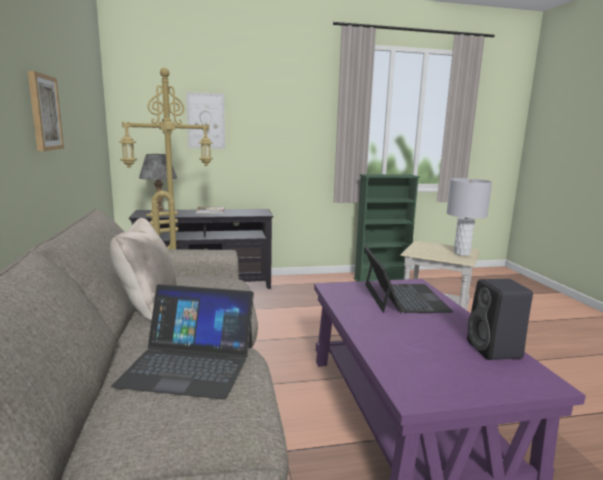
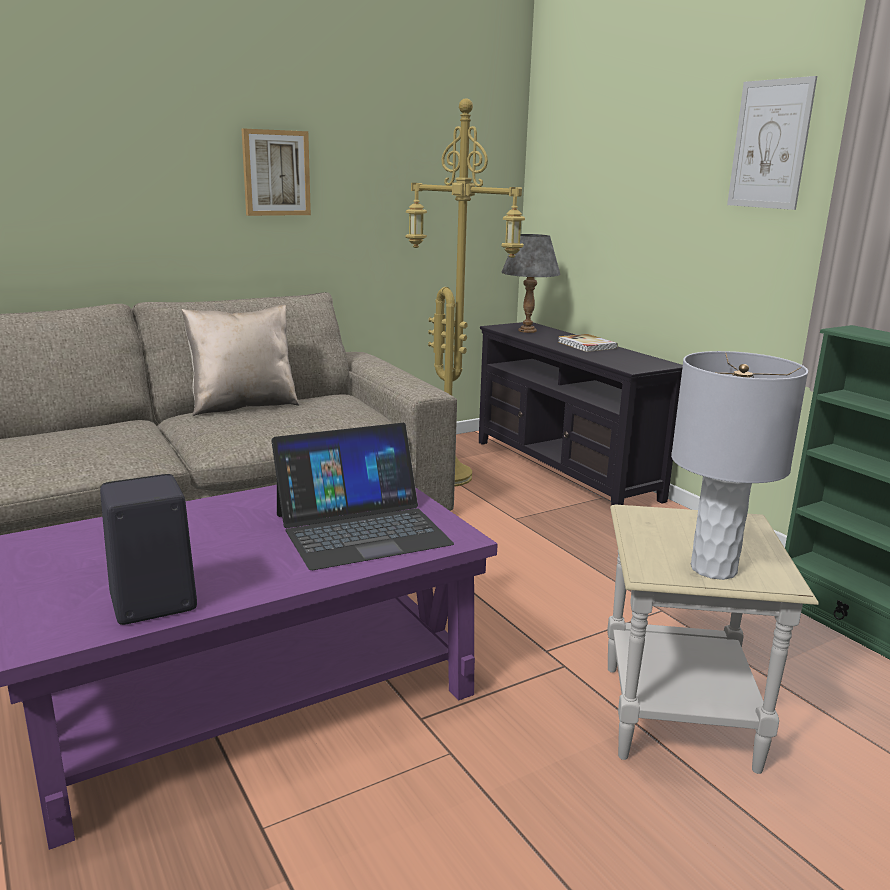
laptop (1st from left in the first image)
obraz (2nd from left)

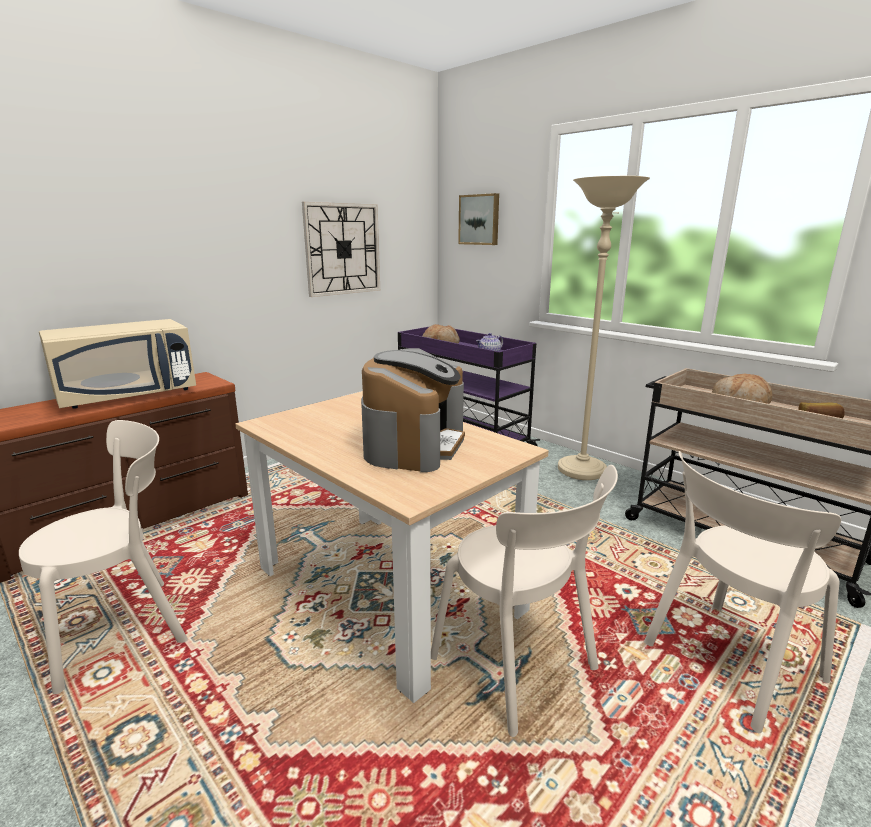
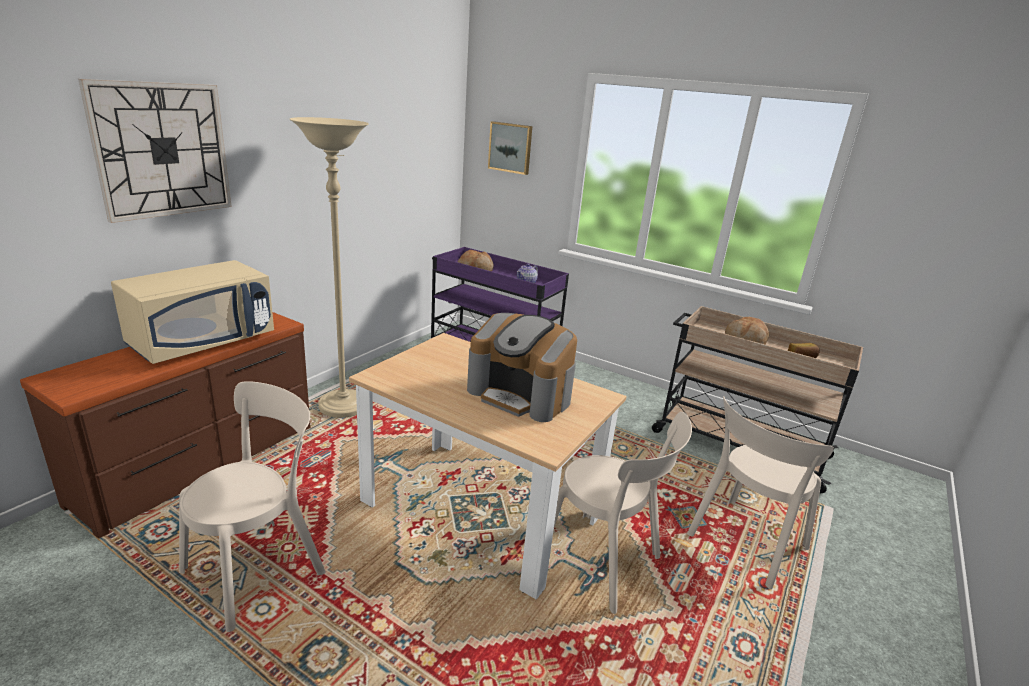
zegar ścienny
lampa stojąca (beżowy)
ekspres do kawy

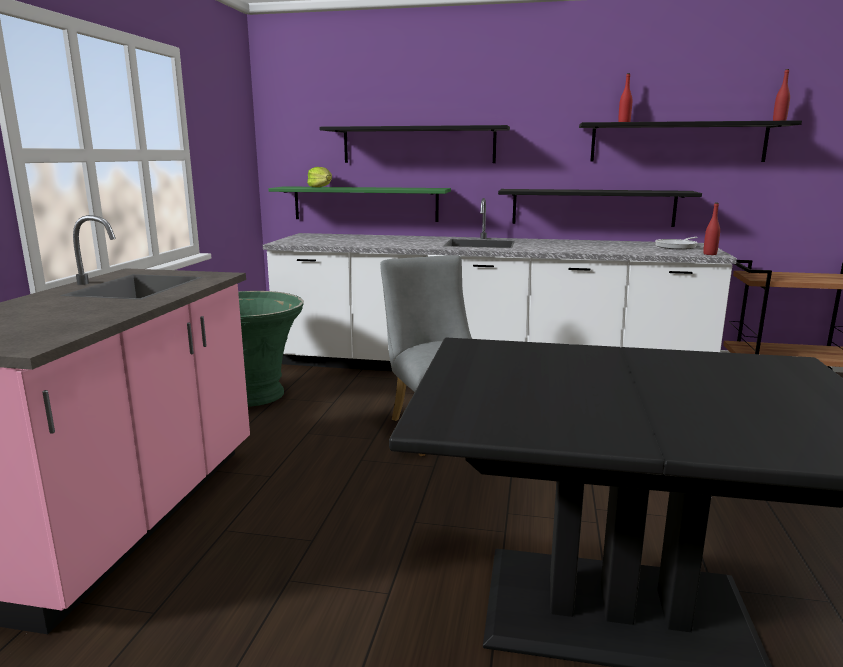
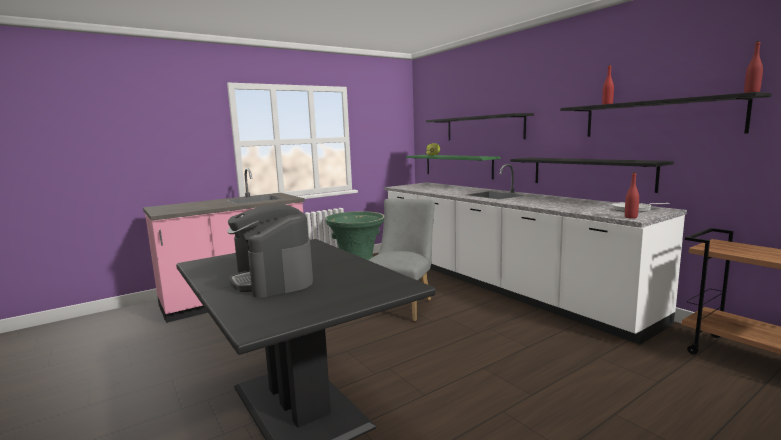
ekspres do kawy

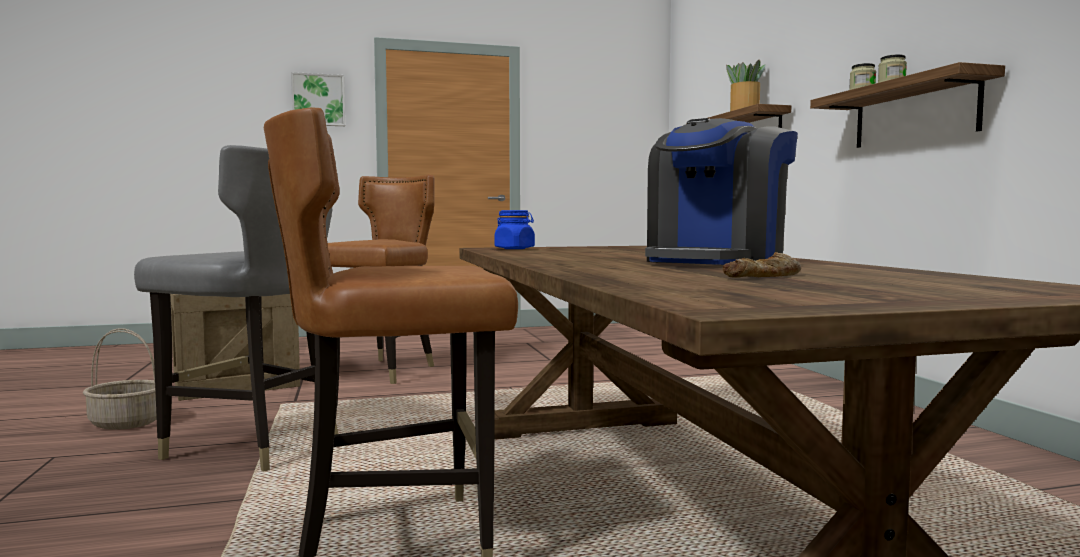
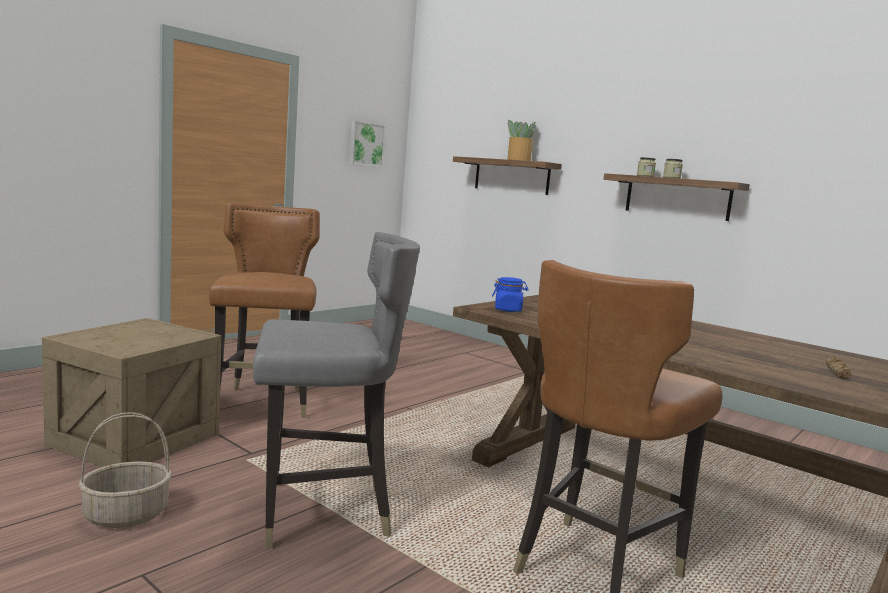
ekspres do kawy
obraz

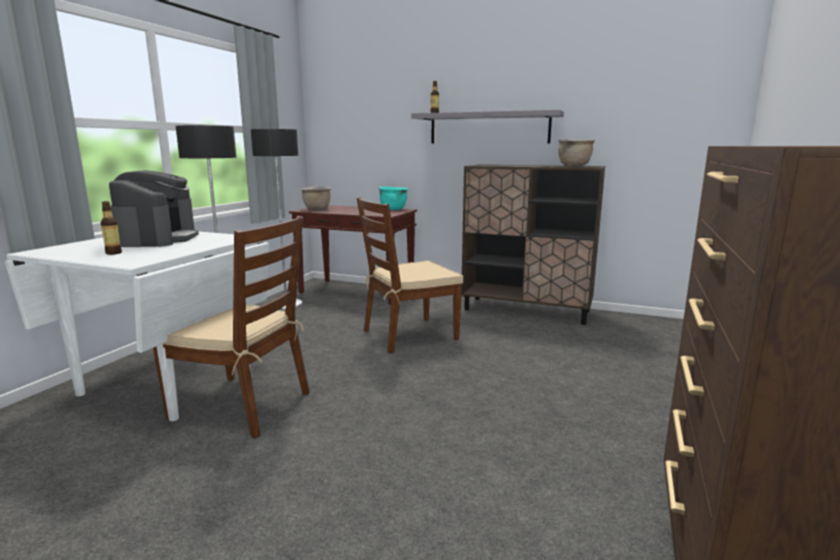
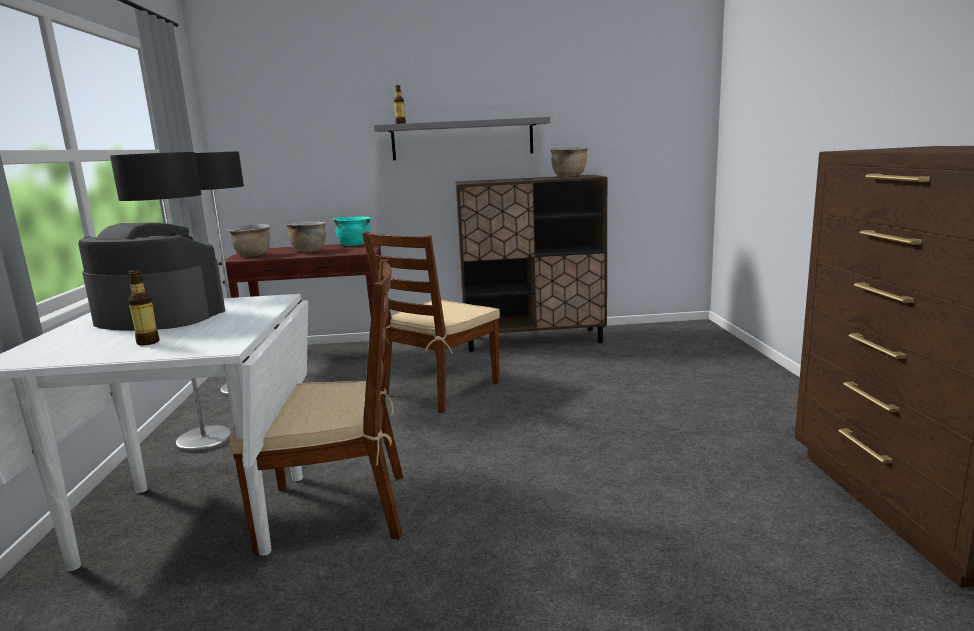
garnek (brązowy) (2nd from left)
ekspres do kawy

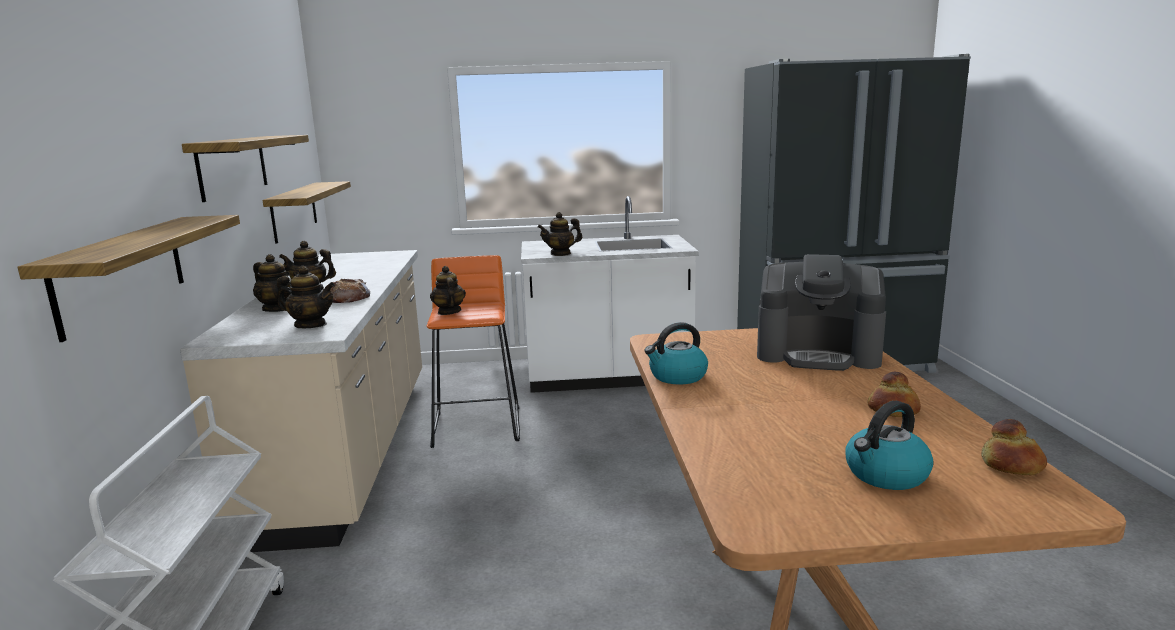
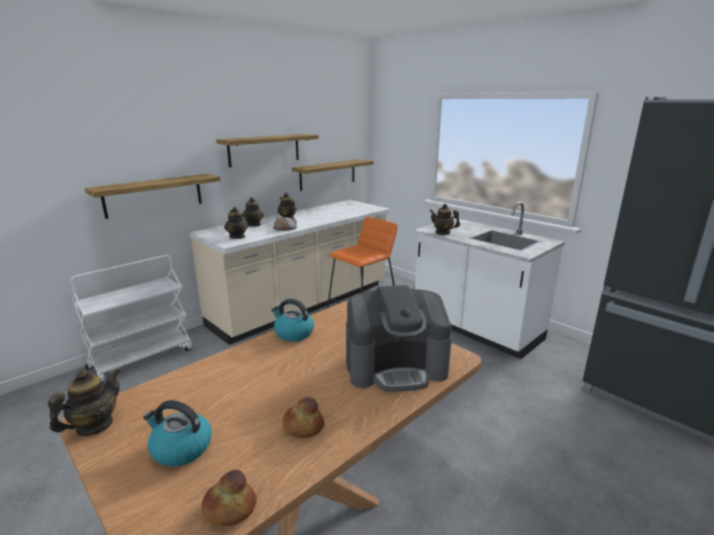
imbryk (1st from left)
ekspres do kawy

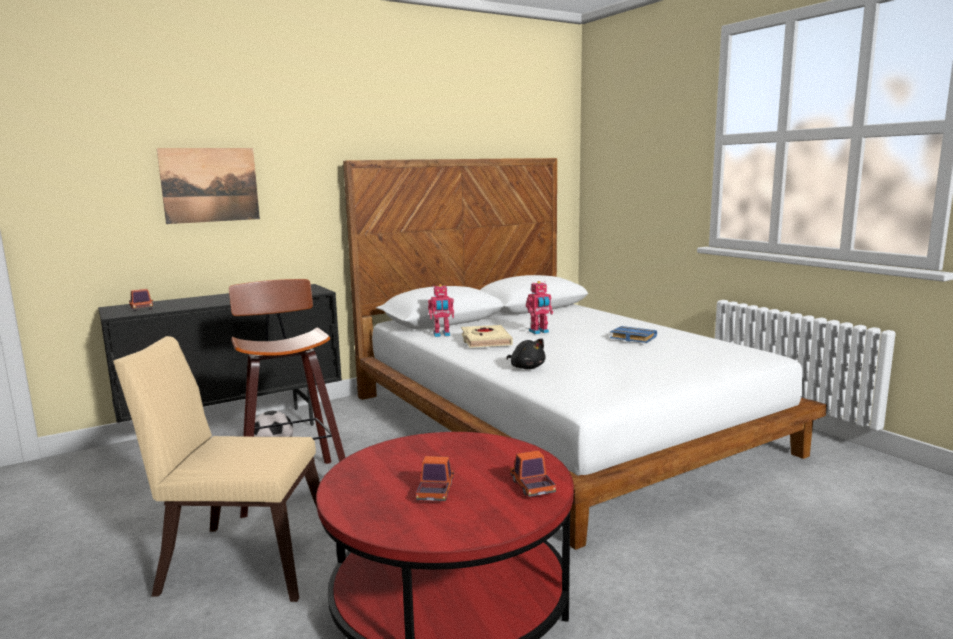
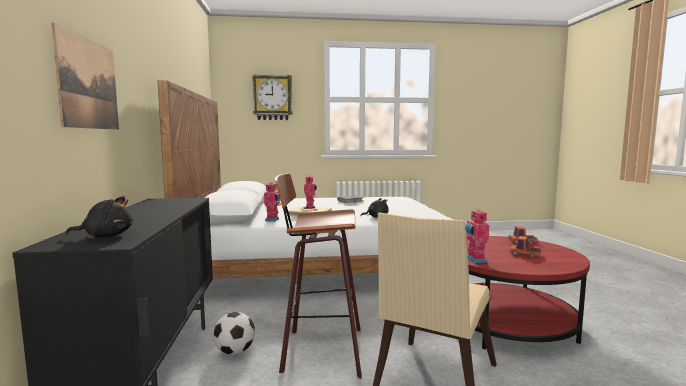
zegar ścienny
robot zabawkowy (3rd from left)
pluszak (czarny) (1st from left)

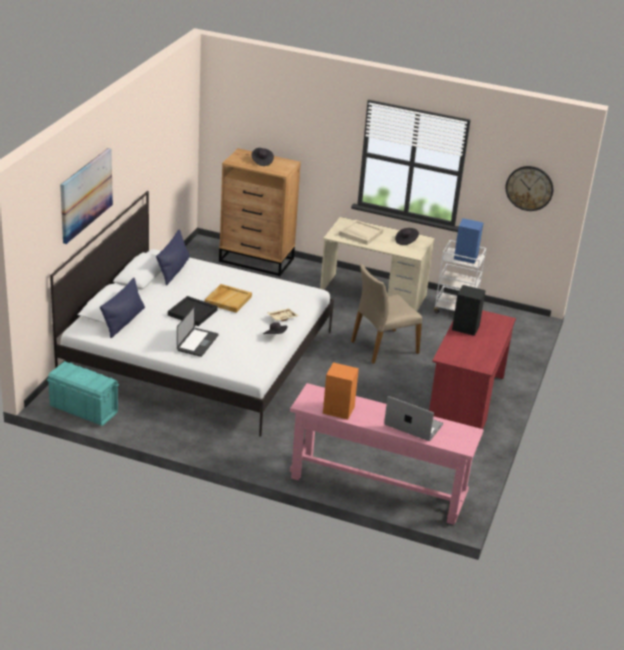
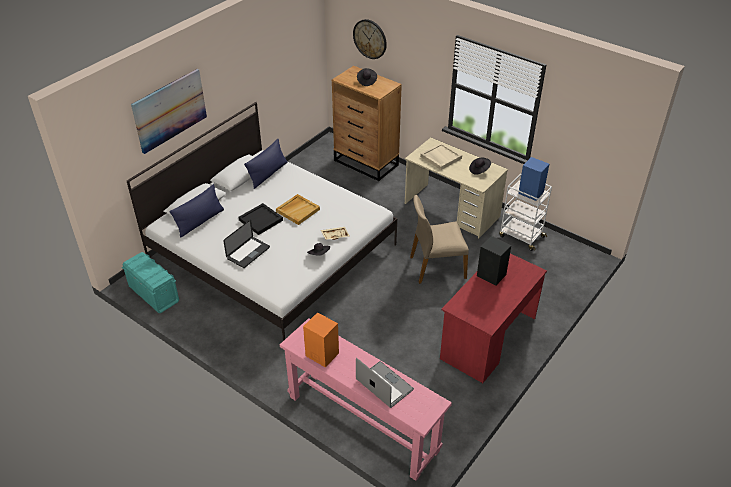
zegar ścienny

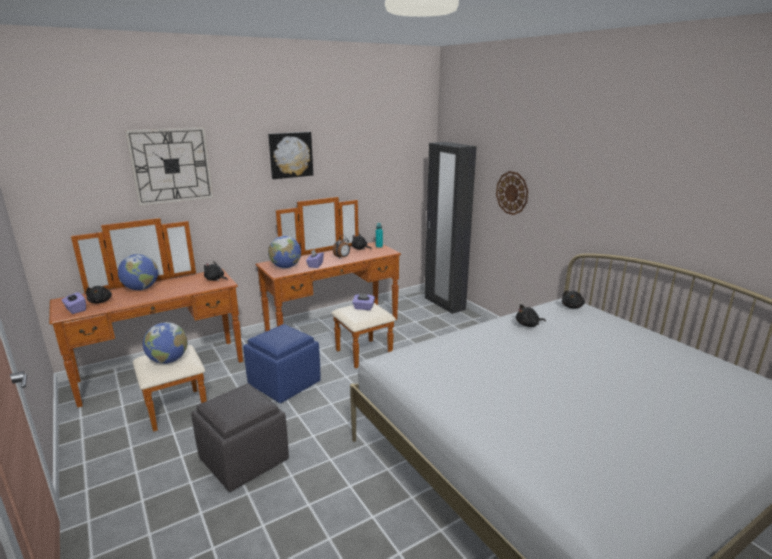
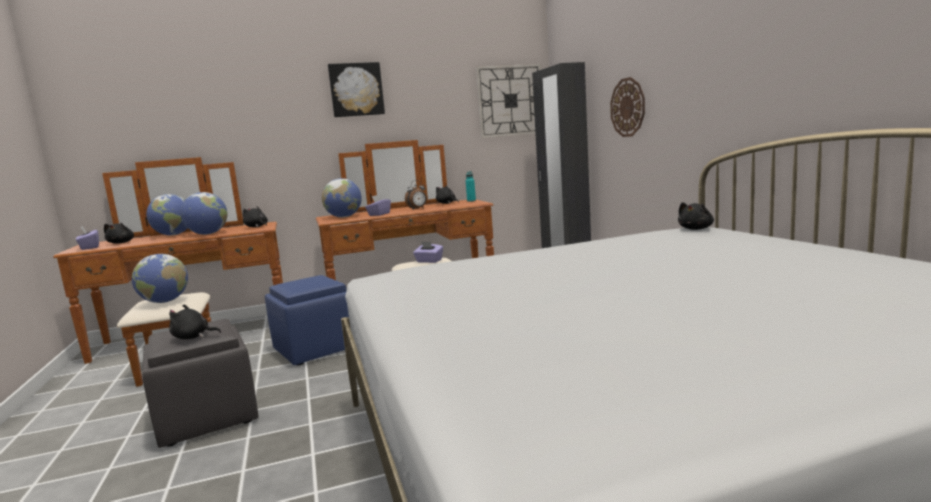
globus (3rd from left)
zegar ścienny (1st from left)
pluszak (czarny) (2nd from left)

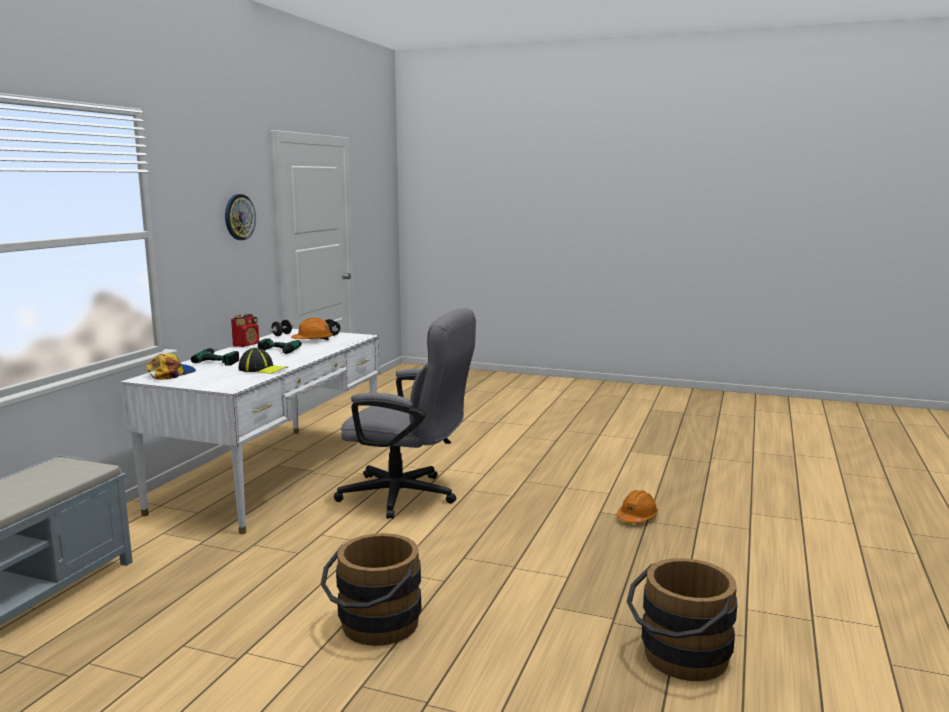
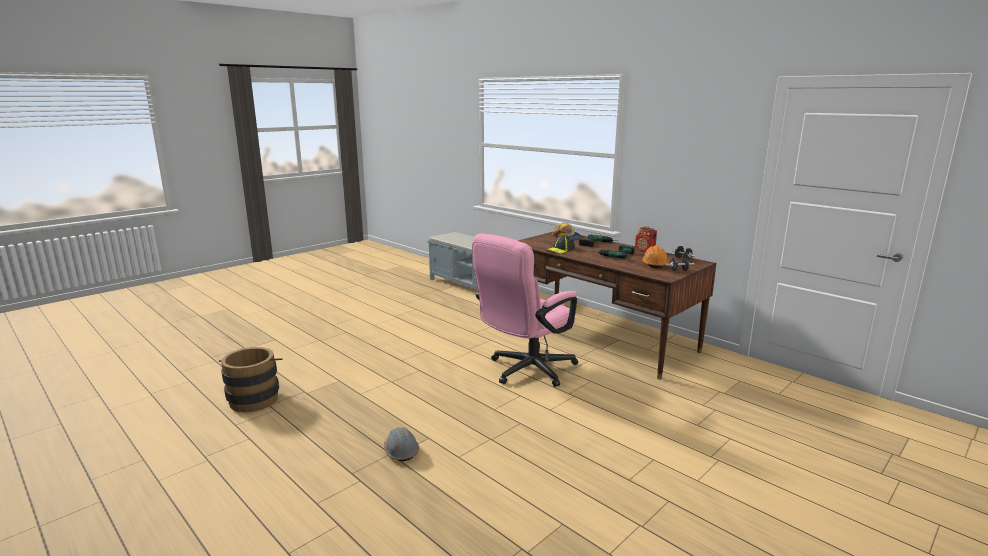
zegar ścienny
wiadro (brązowy) (1st from left in the first image)
biurko (brązowy)
krzesło biurowe (różowy)
kask (szary)

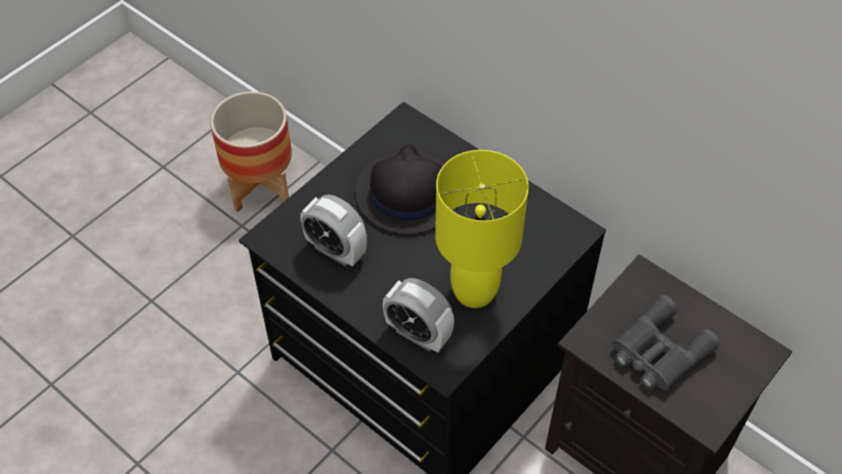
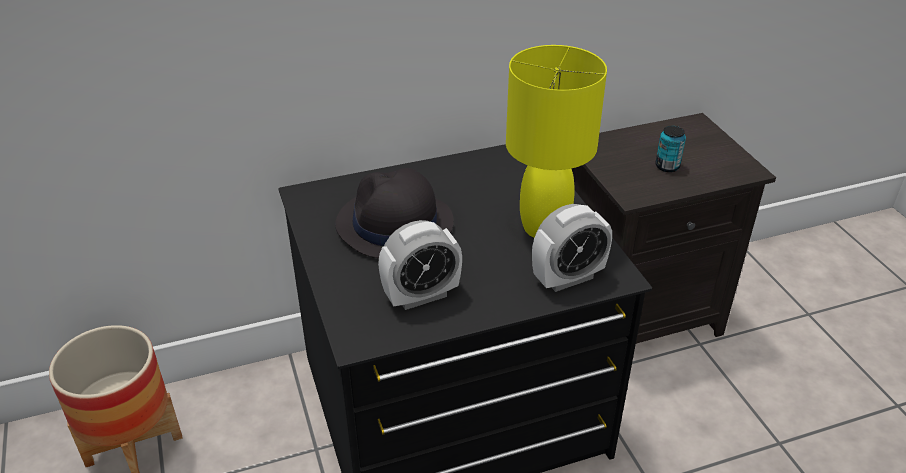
puszka

